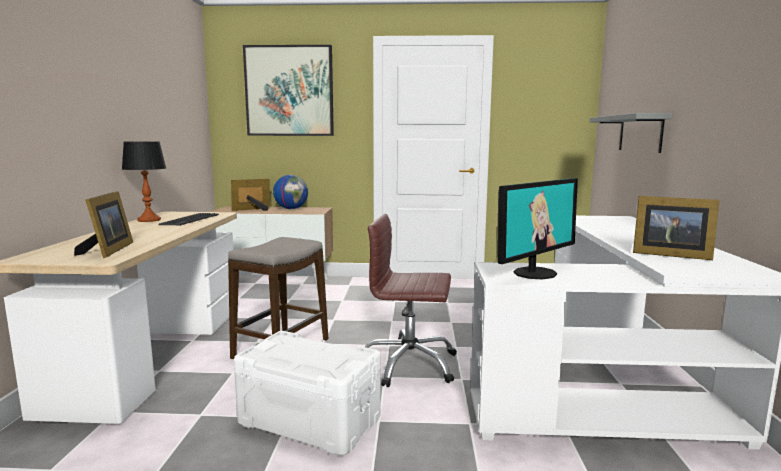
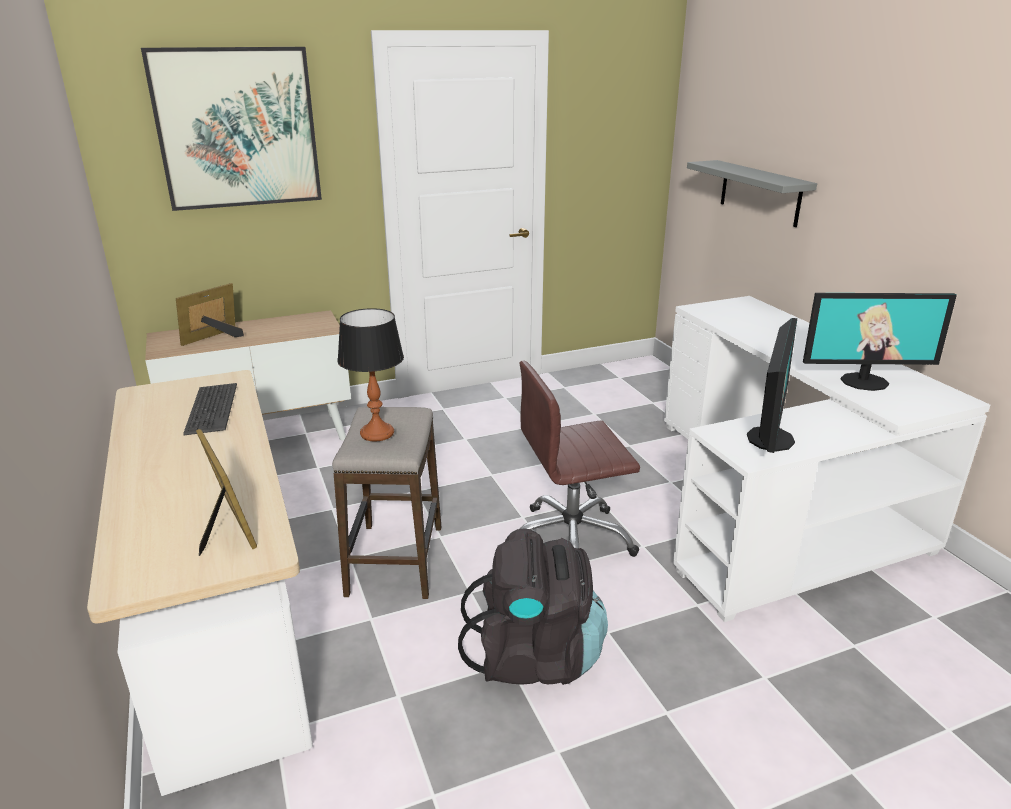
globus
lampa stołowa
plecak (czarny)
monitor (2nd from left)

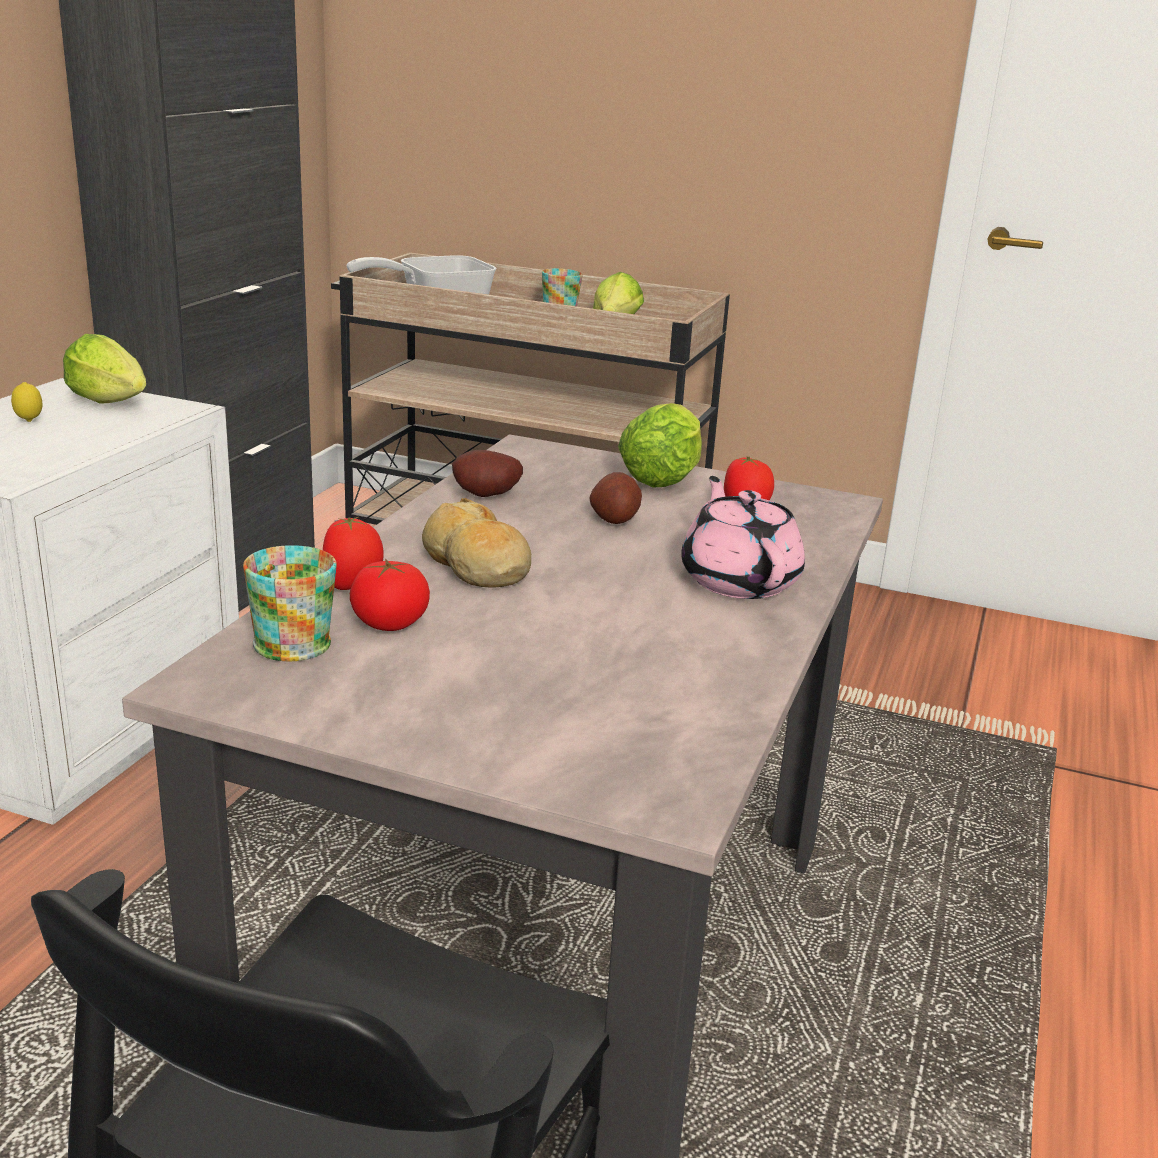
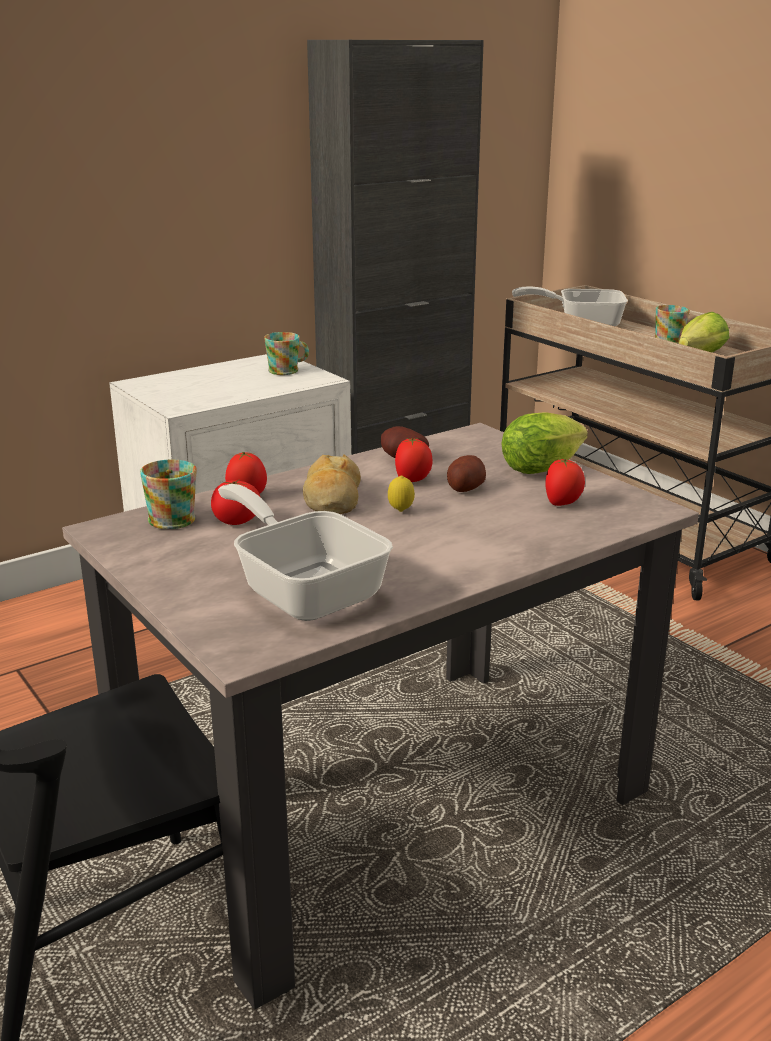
imbryk (różowy)
patelnia (1st from left)
pomidor (3rd from left)
cytryna
kubek (2nd from left)

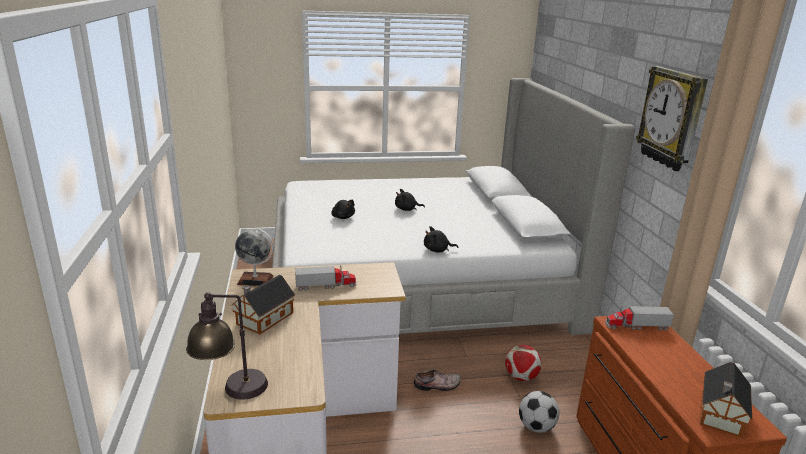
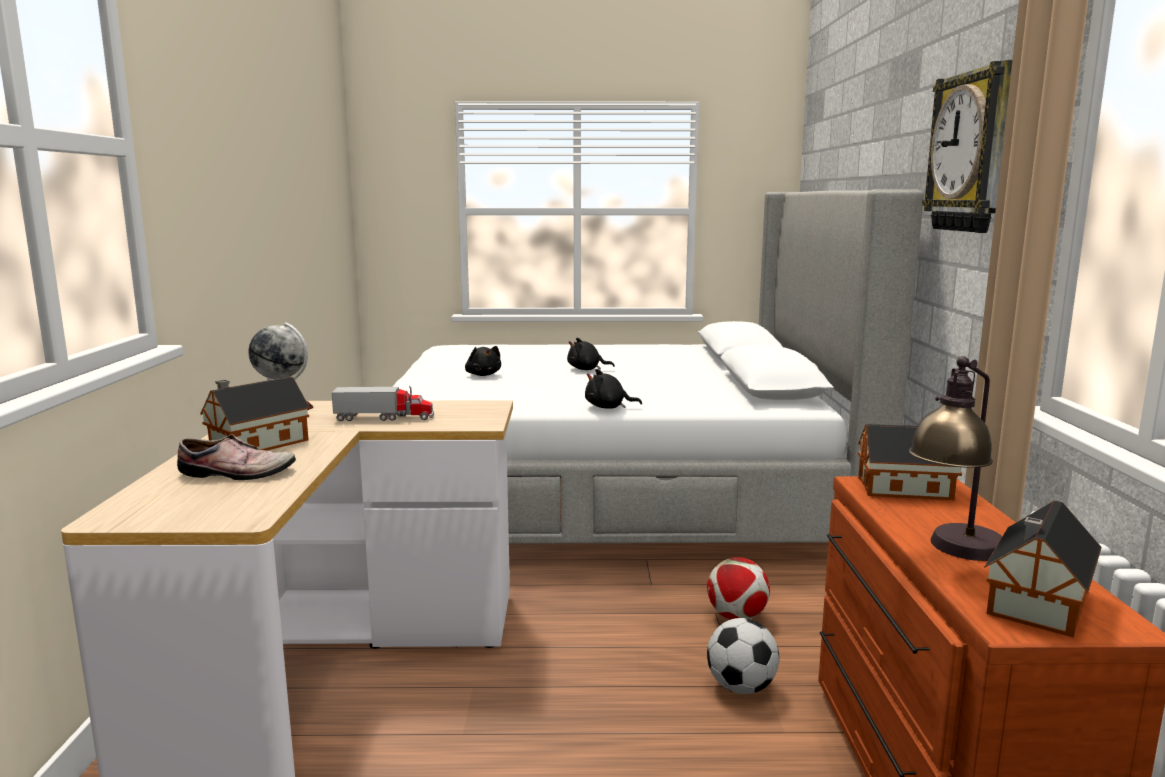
lampa stołowa
but
domek (2nd from left)

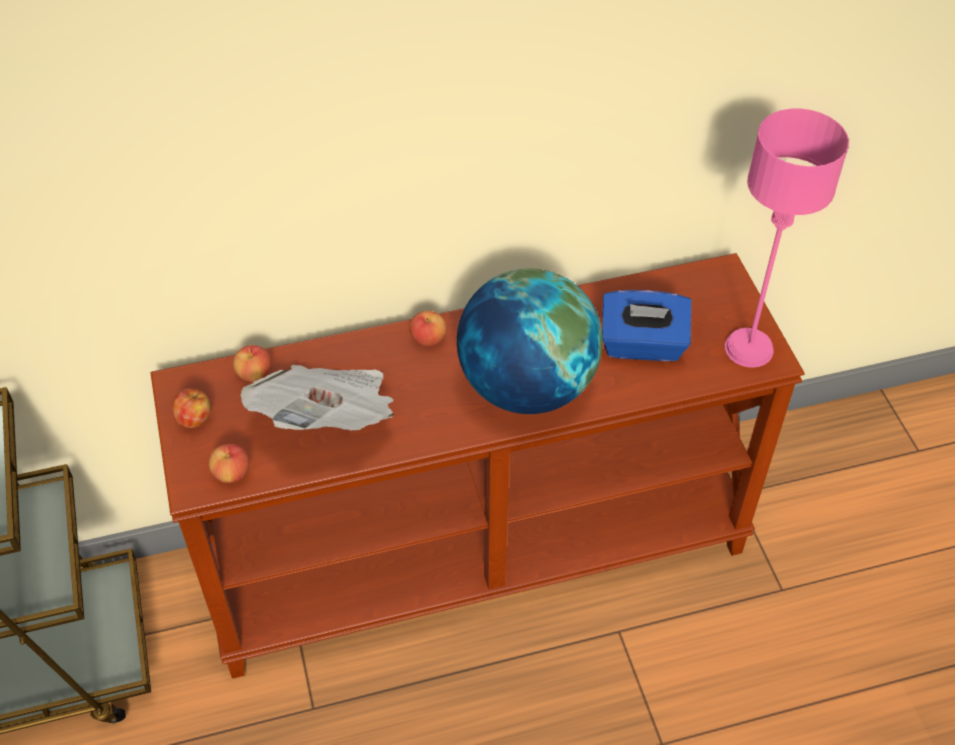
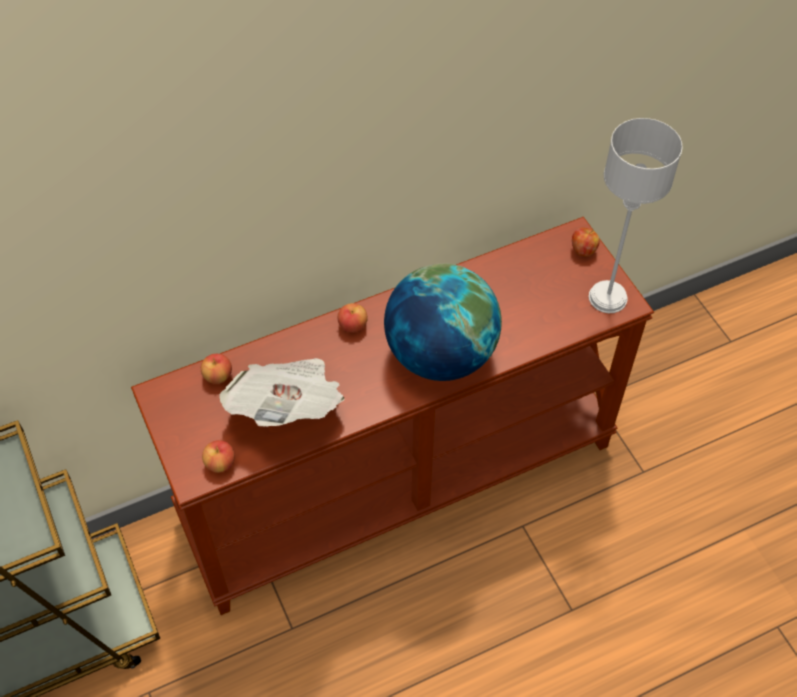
pudełko chusteczek (niebieski)
jabłko (4th from left)
lampa stołowa (szary)

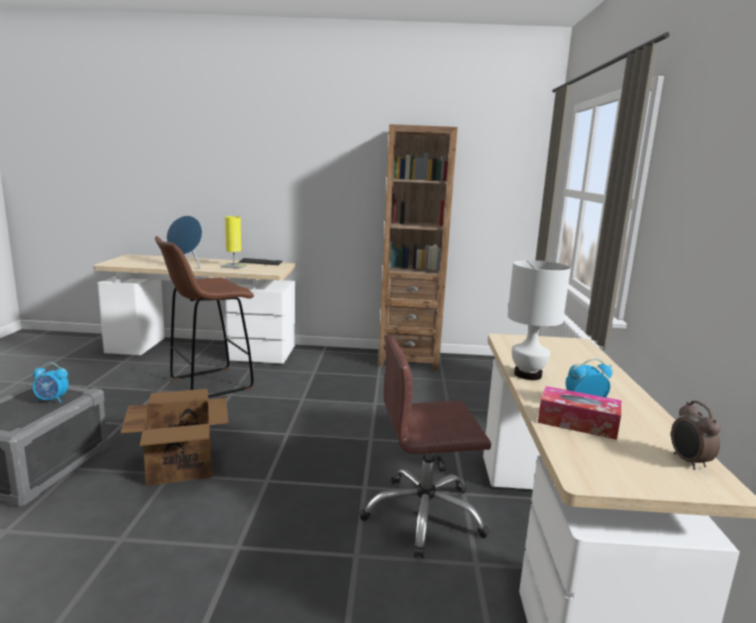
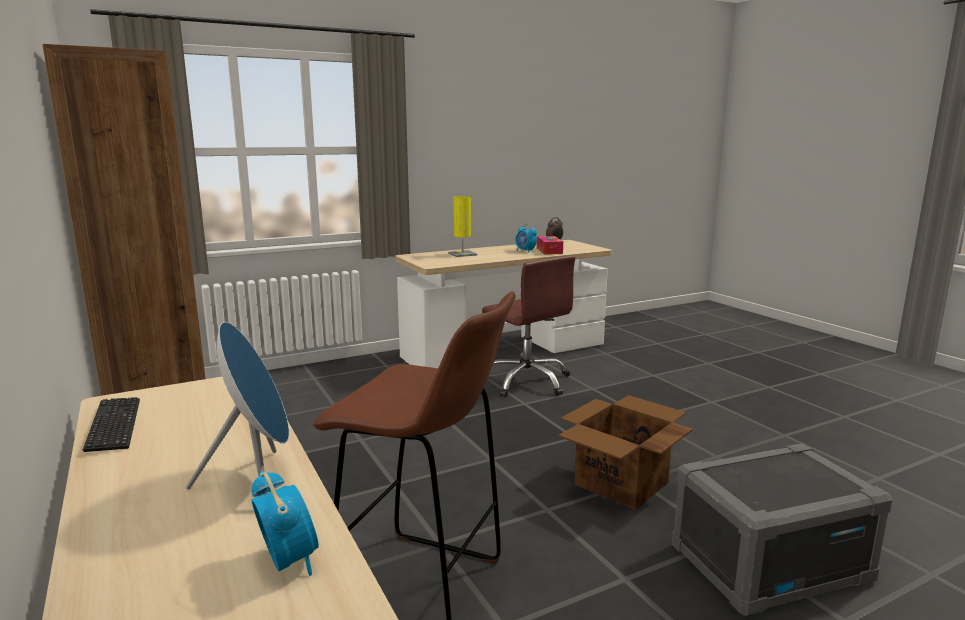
lampa stołowa (biały)
budzik (1st from left)
lampa stołowa (żółty)

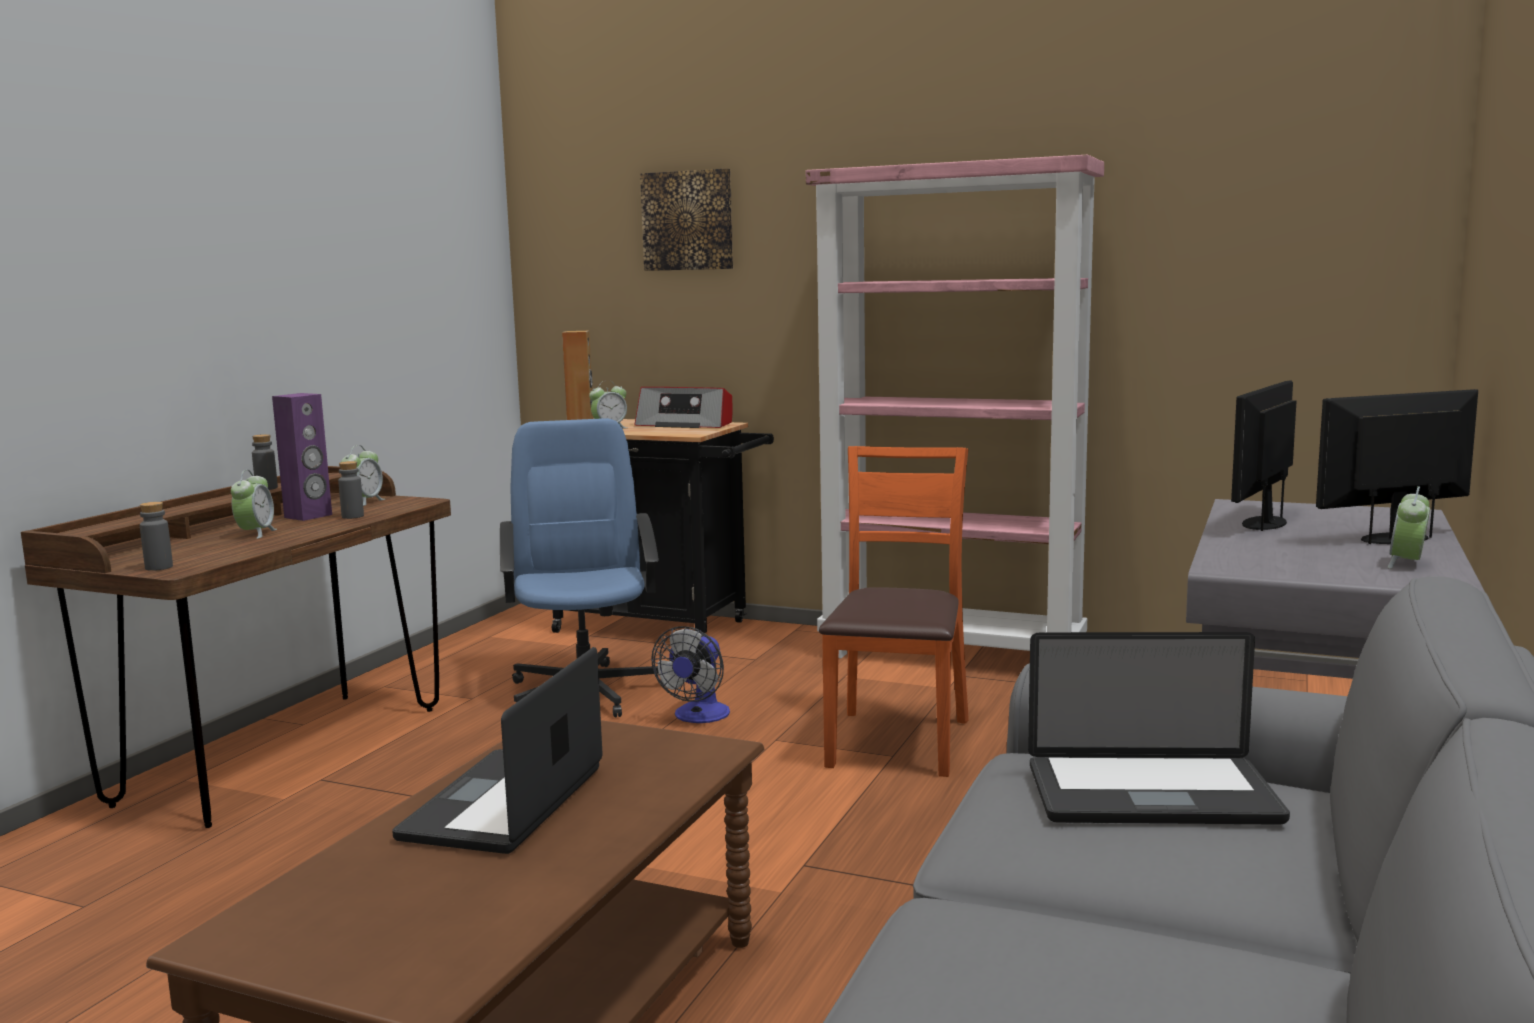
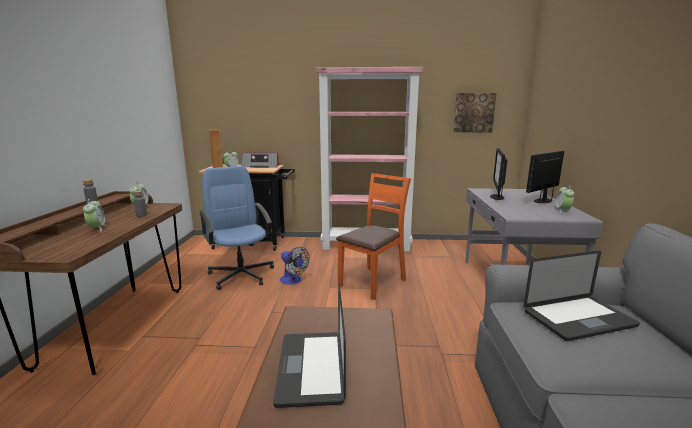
butelka (szary) (1st from left in the first image)
głośnik (fioletowy)
obraz
wentylator
krzesło (pomarańczowy)

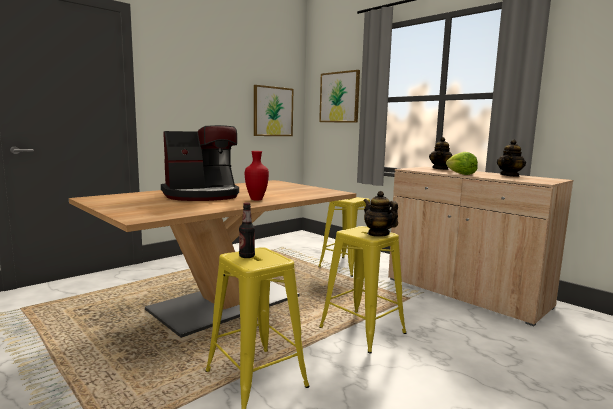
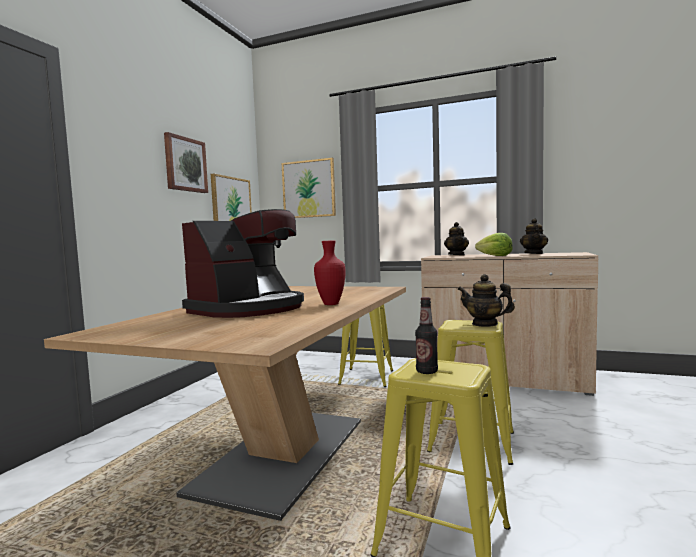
obraz (1st from left)

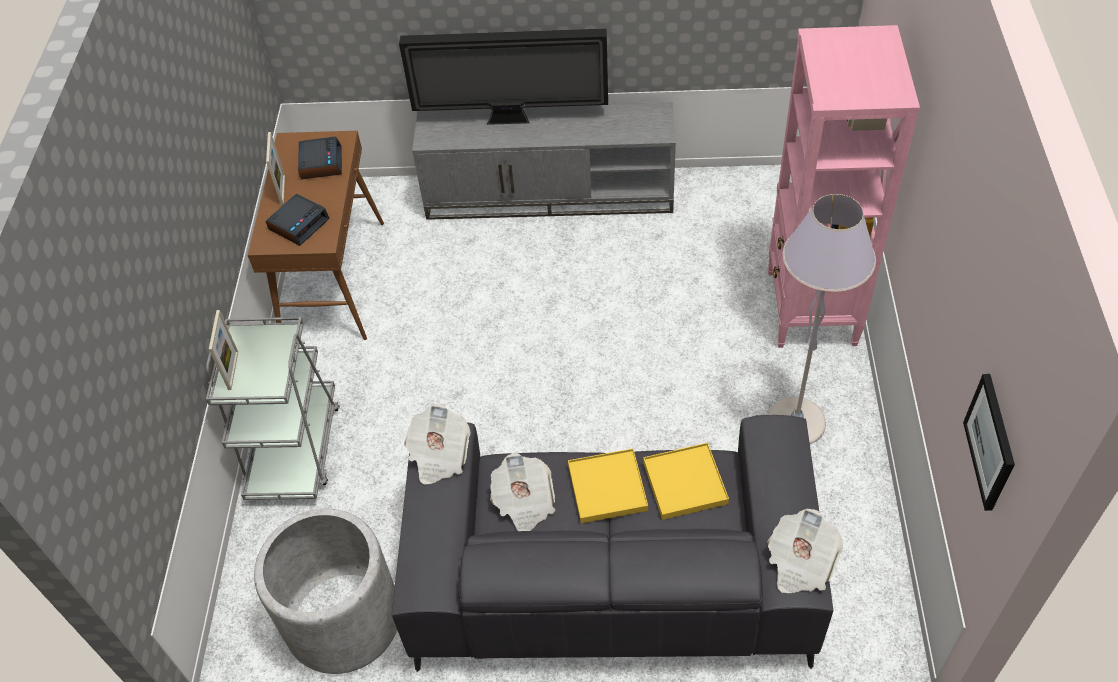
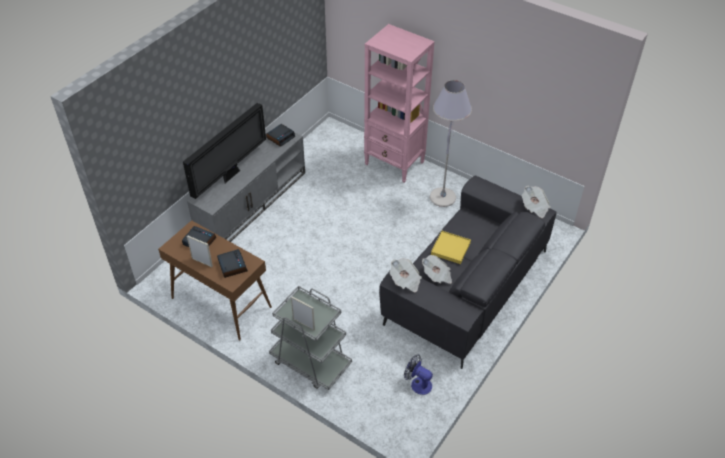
taca (żółty) (2nd from left in the first image)
obraz
budzik (3rd from left)
wentylator

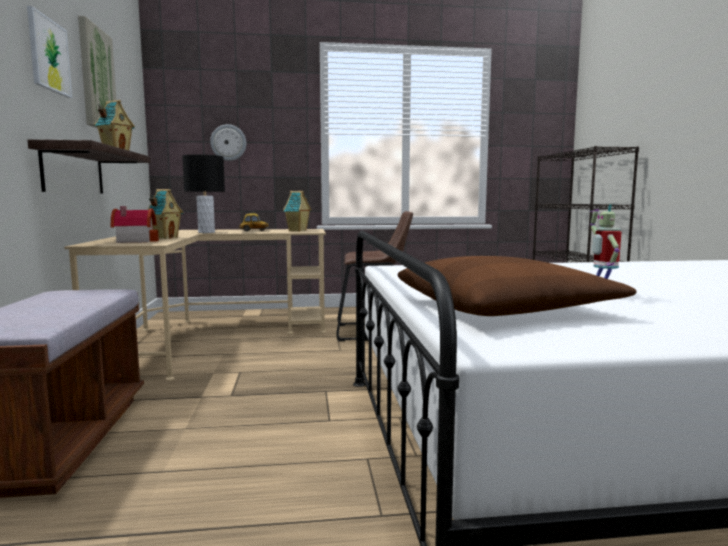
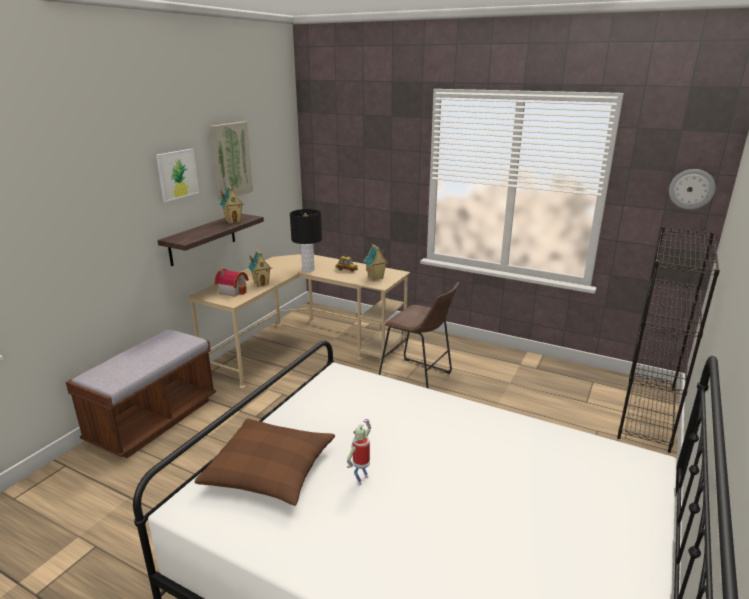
zegar ścienny

